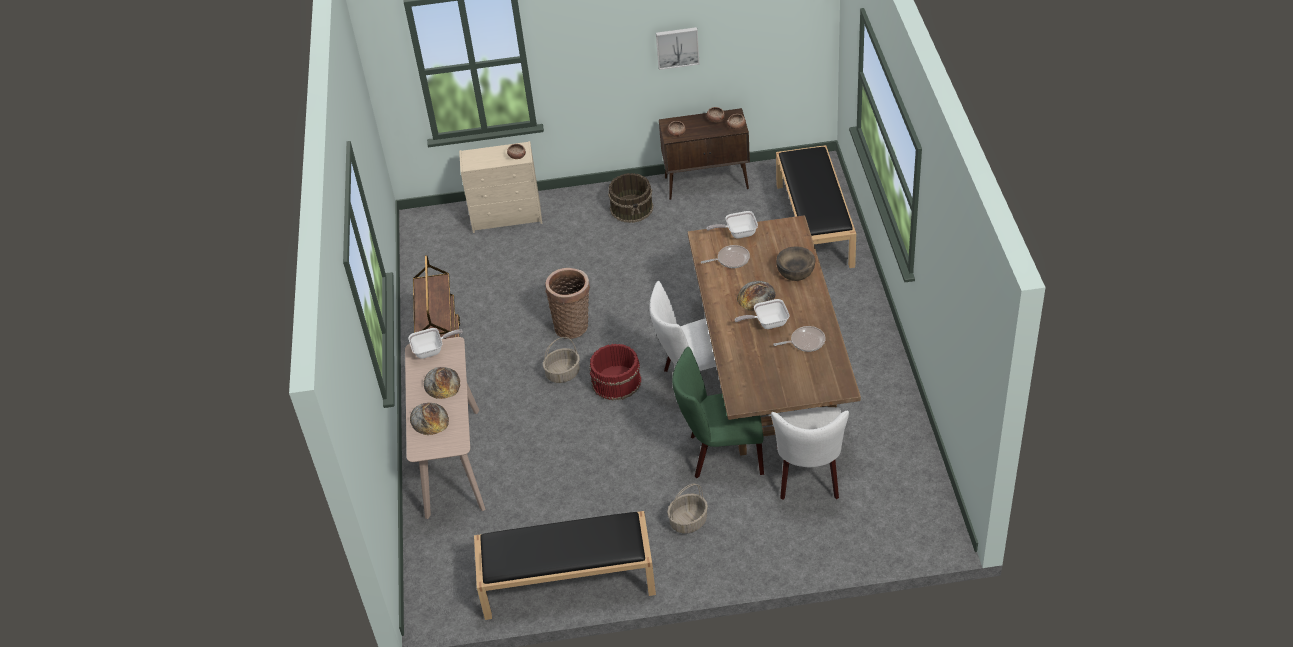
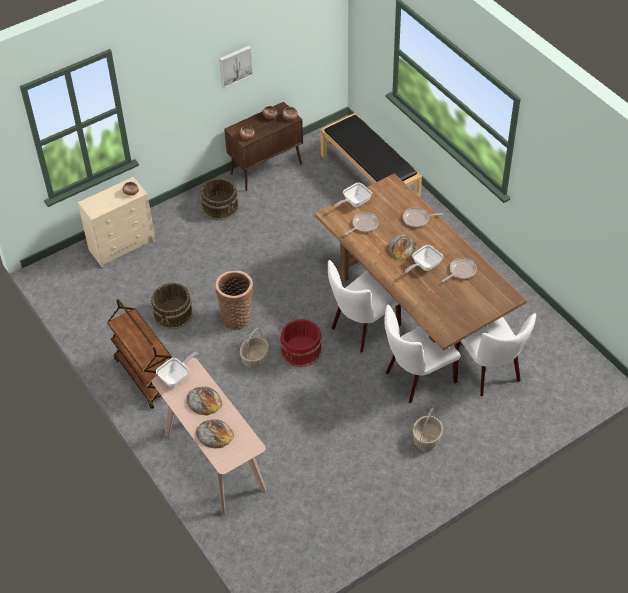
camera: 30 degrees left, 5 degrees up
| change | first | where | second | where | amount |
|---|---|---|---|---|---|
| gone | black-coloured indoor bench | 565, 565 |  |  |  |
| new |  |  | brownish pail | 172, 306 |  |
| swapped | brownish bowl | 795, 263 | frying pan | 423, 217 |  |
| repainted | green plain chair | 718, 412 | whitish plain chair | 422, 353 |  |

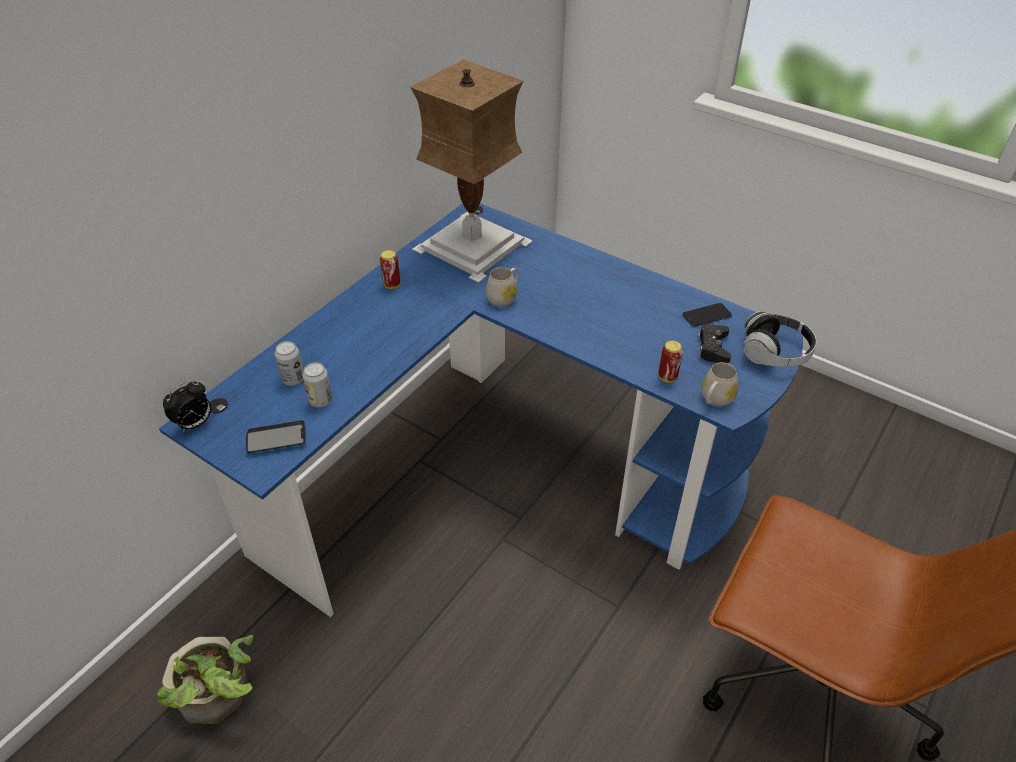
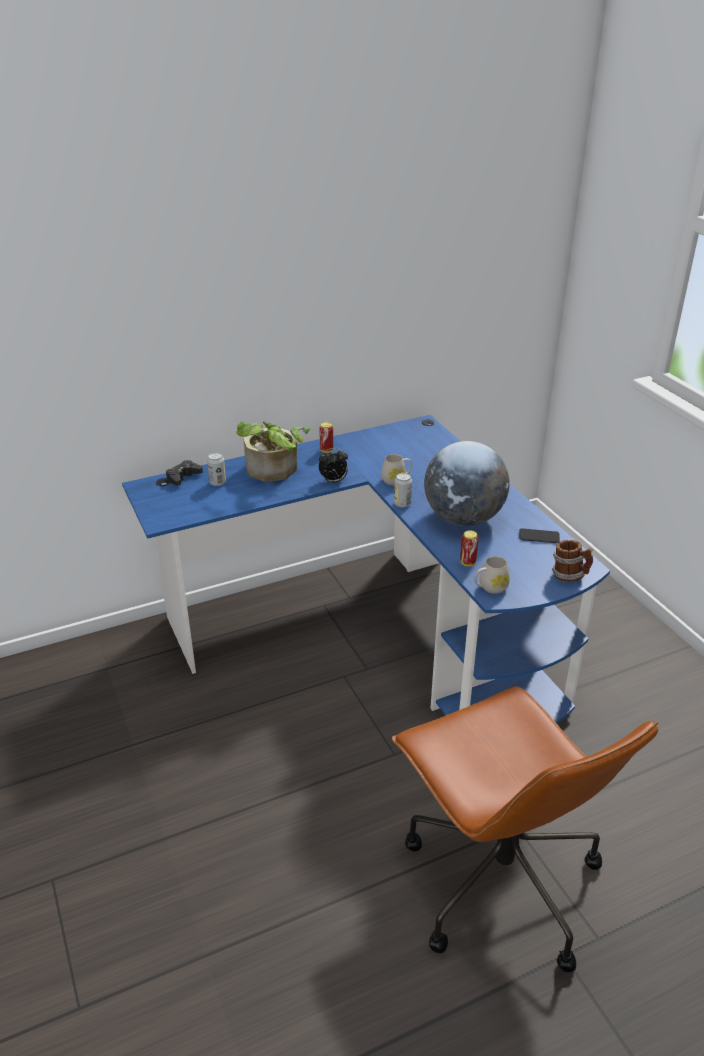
camera: 30 degrees right, 10 degrees down
| change | first | where | second | where | amount |
|---|---|---|---|---|---|
| gone | phone | 276, 436 |  |  |  |
| gone | table lamp | 471, 171 |  |  |  |
| new |  |  | globe | 467, 483 |  |
| shifted | potted plant | 205, 679 |  | 273, 451 |  |
| shifted | bedside clock | 187, 406 |  | 333, 465 |  |
| shifted | metal can | 317, 384 |  | 403, 490 |  |
| shifted | black-coloured joypad | 714, 343 |  | 184, 473 |  |
| swapped | headphones | 780, 339 | tea mug | 572, 561 |  |

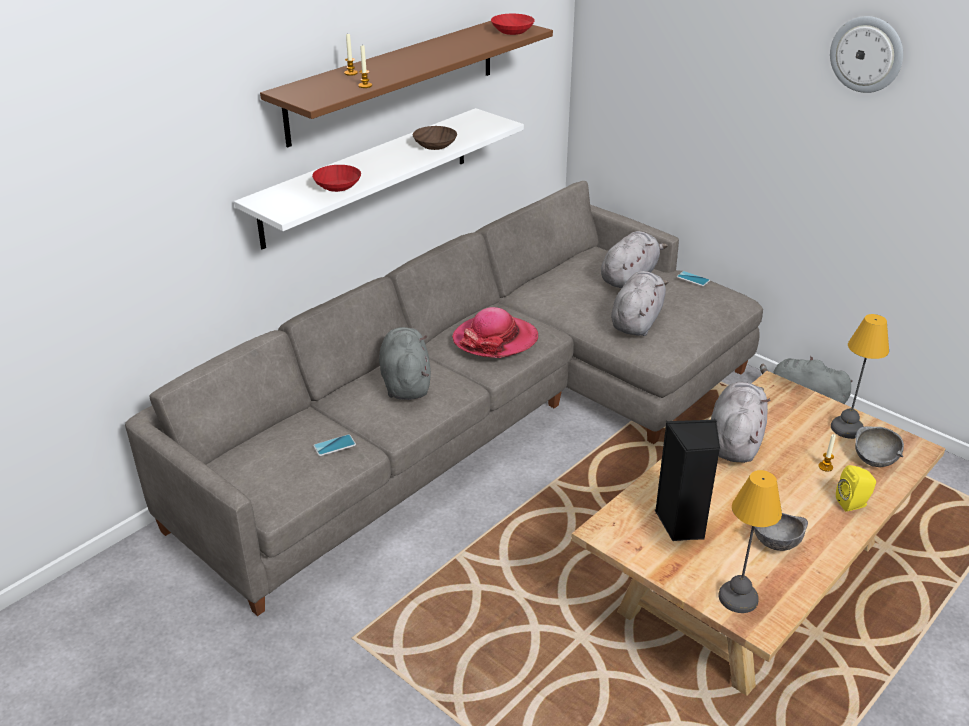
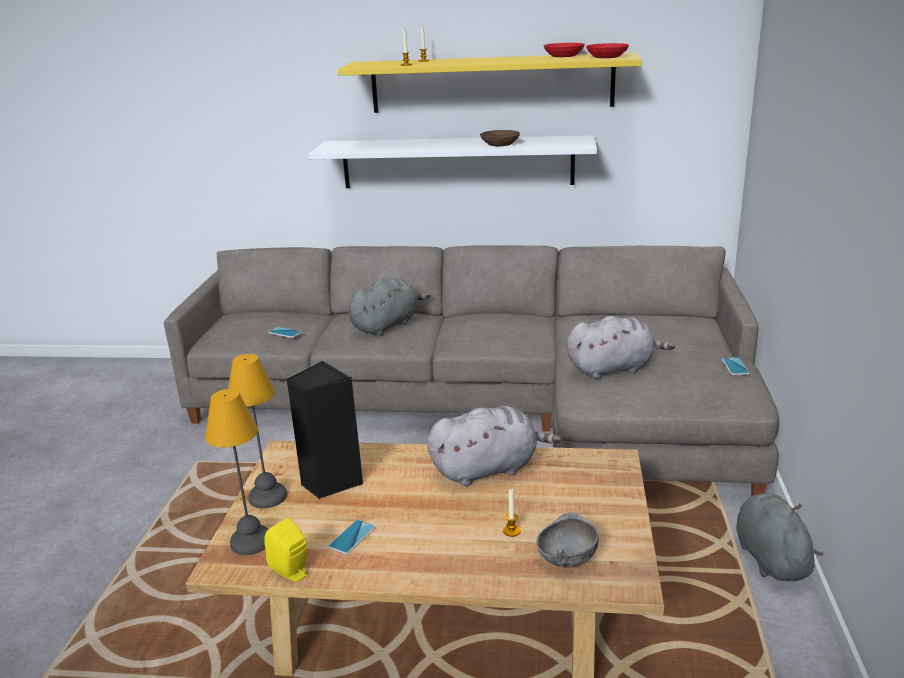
camera: 55 degrees right, 10 degrees down
| change | first | where | second | where | amount |
|---|---|---|---|---|---|
| gone | hat | 495, 332 |  |  |  |
| gone | grey soft toy | 634, 260 |  |  |  |
| gone | hanging clock | 866, 54 |  |  |  |
| shifted | red-coloured bowl | 336, 178 |  | 564, 50 |  |
| shifted | table lamp | 860, 376 |  | 257, 431 |  |
| shifted | yellow-coloured loudspeaker | 856, 488 |  | 286, 549 |  |
| swapped | grey bowl | 779, 532 | phone | 351, 537 |  |
| repainted | brownish bracket shelf | 406, 84 | yellow-coloured bracket shelf | 490, 83 |  |

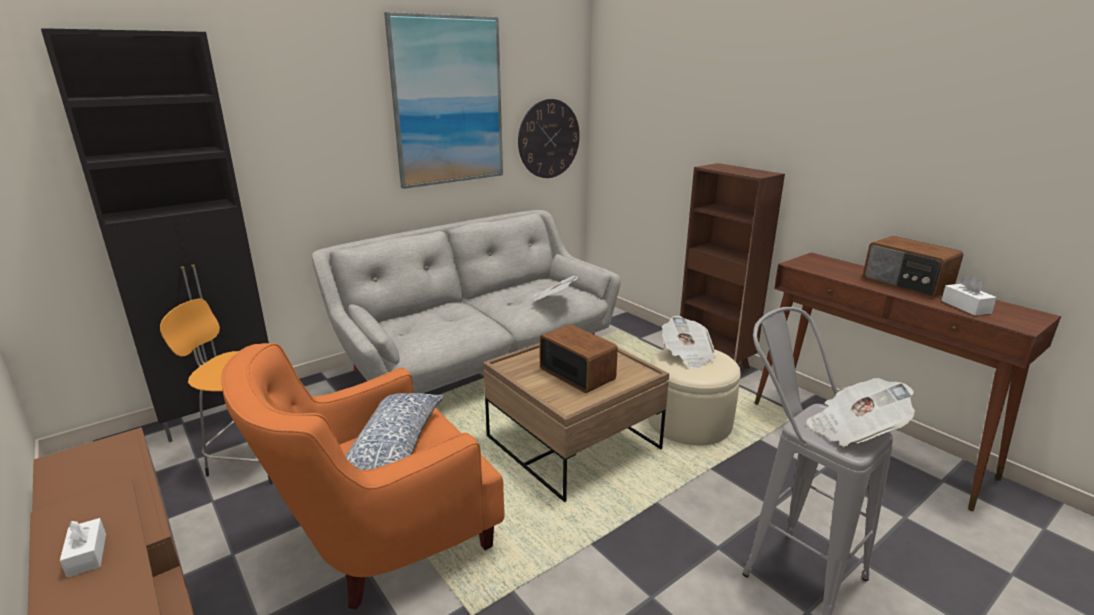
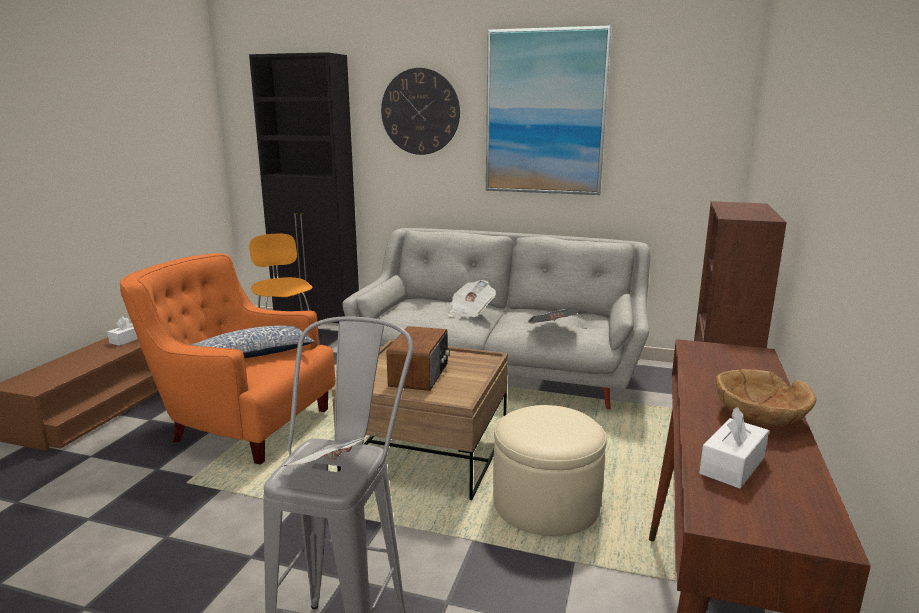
camera: 55 degrees right, 5 degrees down
| change | first | where | second | where | amount |
|---|---|---|---|---|---|
| shifted | hanging clock | 549, 138 |  | 420, 111 |  |
| shifted | printed paper | 689, 342 |  | 472, 299 |  |
| swapped | radio set | 913, 267 | brownish bowl | 766, 397 |  |

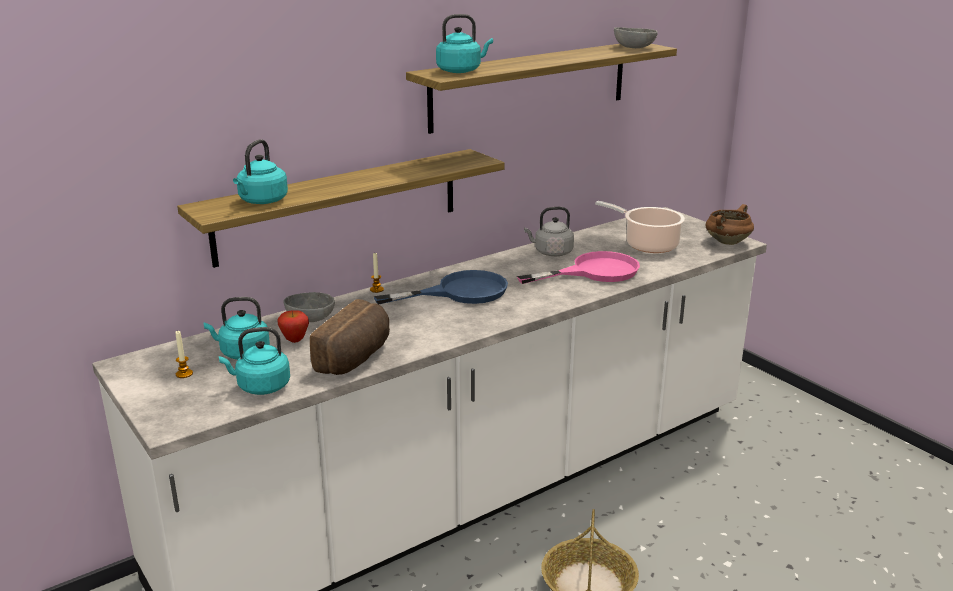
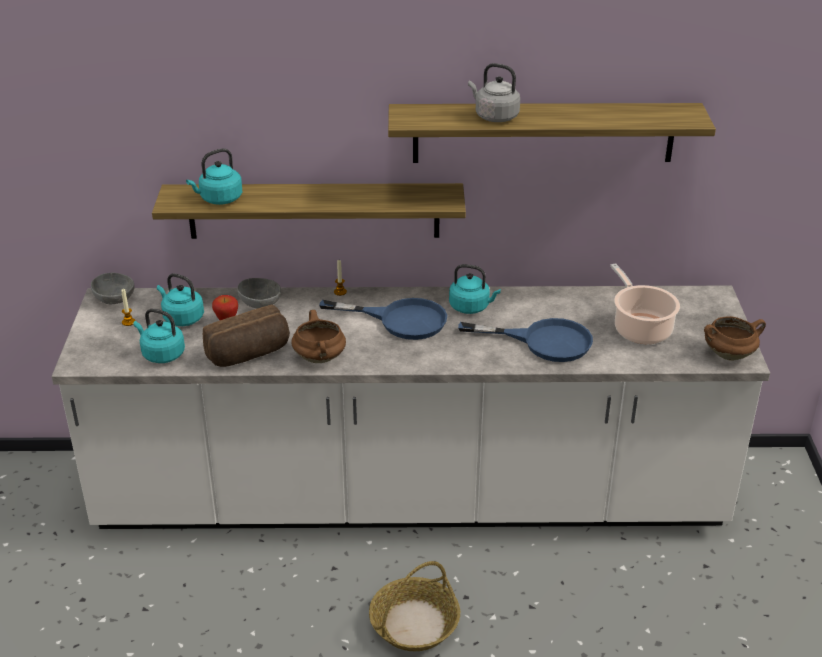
camera: 35 degrees right, 10 degrees up
| change | first | where | second | where | amount |
|---|---|---|---|---|---|
| new |  |  | brownish stockpot | 319, 336 |  |
| shifted | turquoise tea kettle | 464, 43 |  | 475, 289 |  |
| shifted | grey tea kettle | 549, 231 |  | 494, 92 |  |
| shifted | grey bowl | 636, 37 |  | 113, 289 |  |
| repainted | pinkish frying pan | 578, 267 | bluish frying pan | 525, 340 |  |

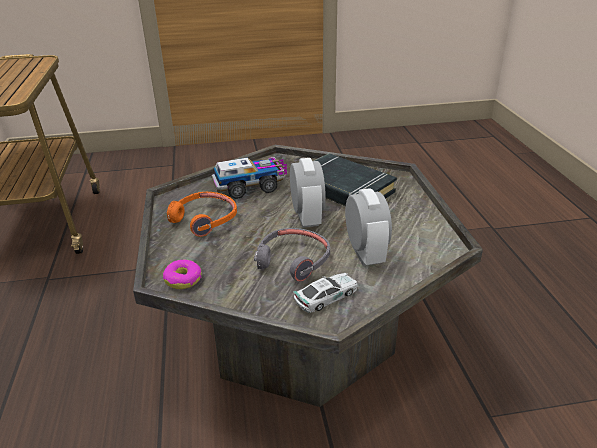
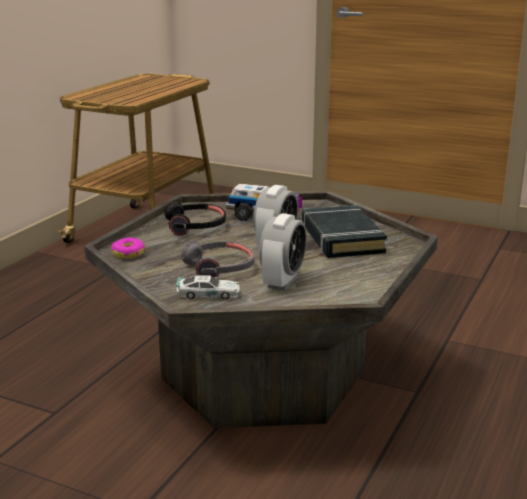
camera: 35 degrees right, 10 degrees down
| change | first | where | second | where | amount |
|---|---|---|---|---|---|
| repainted | orangey headphones | 202, 214 | black-coloured headphones | 195, 218 |  |

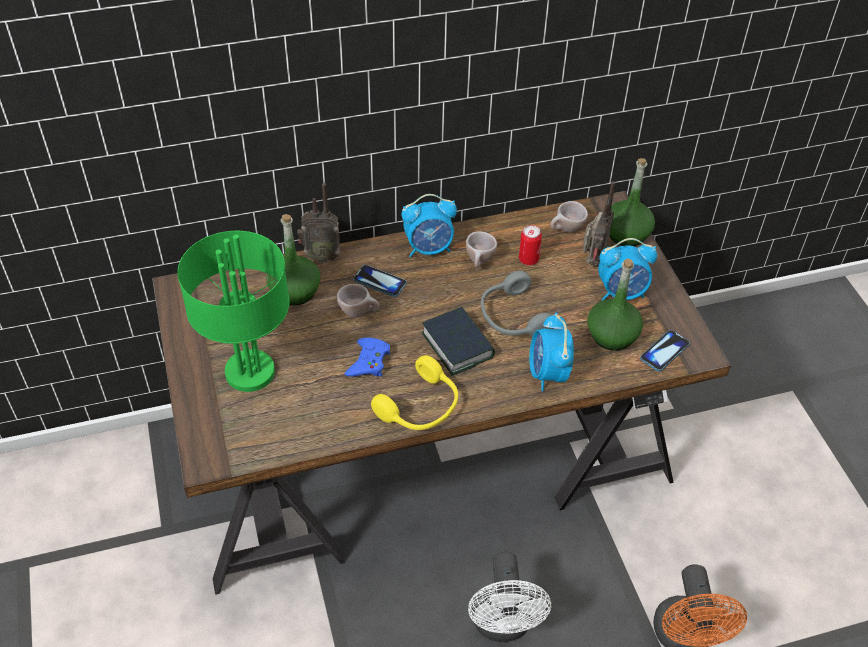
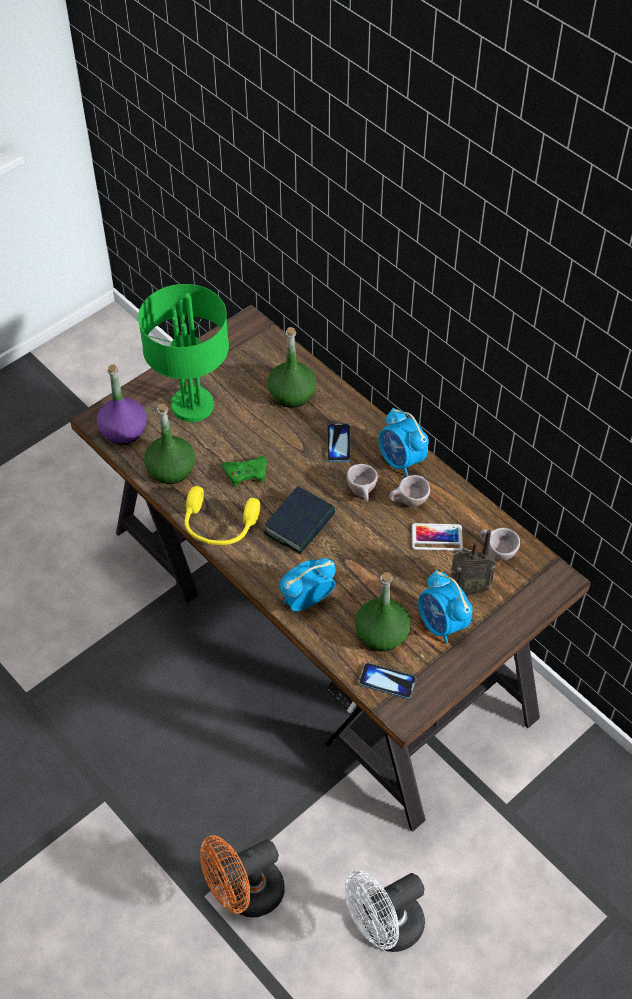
camera: 65 degrees right, 5 degrees up
| change | first | where | second | where | amount |
|---|---|---|---|---|---|
| gone | radio set | 319, 222 |  |  |  |
| gone | grey headphones | 517, 304 |  |  |  |
| new |  |  | purple drink bottle | 122, 405 |  |
| shifted | beige-coloured cup | 357, 300 |  | 362, 483 |  |
| shifted | whitish fan | 509, 597 |  | 385, 911 |  |
| shifted | green drink bottle | 632, 202 |  | 169, 444 |  |
| swapped | metal can | 530, 245 | phone | 437, 537 |  |
| repainted | bluish joypad | 367, 357 | green joypad | 244, 471 |  |

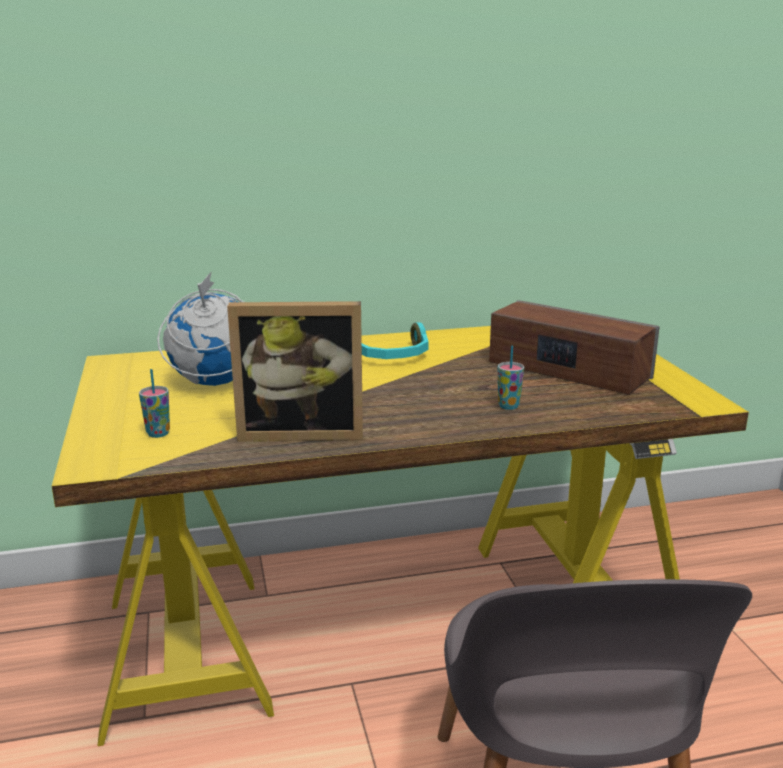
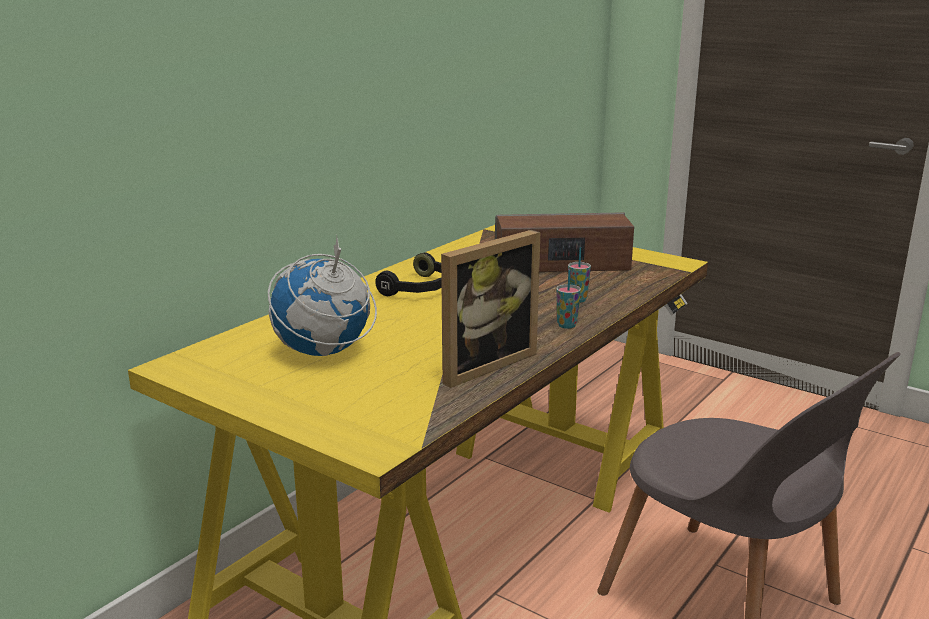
camera: 40 degrees left, 0 degrees up
| change | first | where | second | where | amount |
|---|---|---|---|---|---|
| shifted | cup | 154, 403 |  | 568, 299 |  |
| repainted | turquoise headphones | 395, 341 | black-coloured headphones | 408, 274 |  |

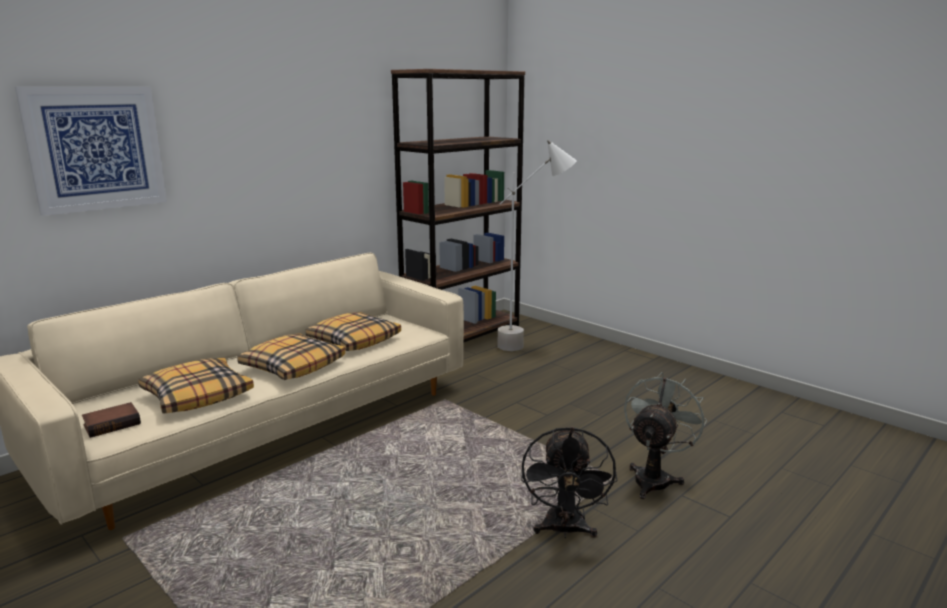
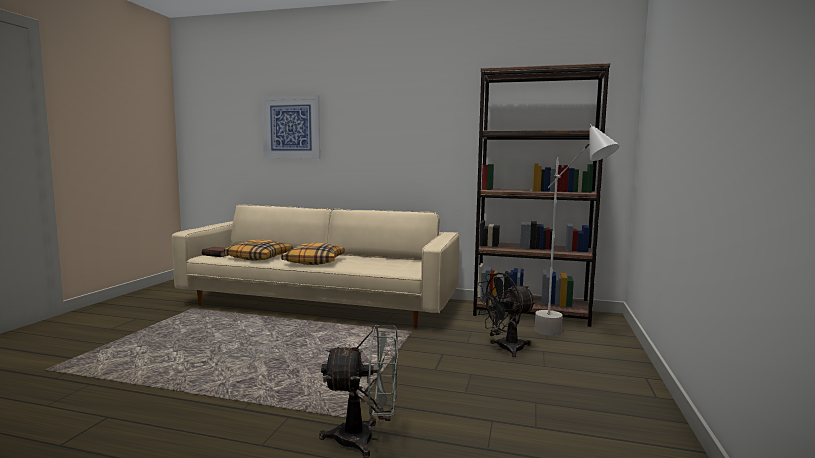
camera: 60 degrees right, 10 degrees down
| change | first | where | second | where | amount |
|---|---|---|---|---|---|
| gone | throw pillow | 353, 331 |  |  |  |
| shifted | black-coloured fan | 569, 482 |  | 505, 315 |  |

